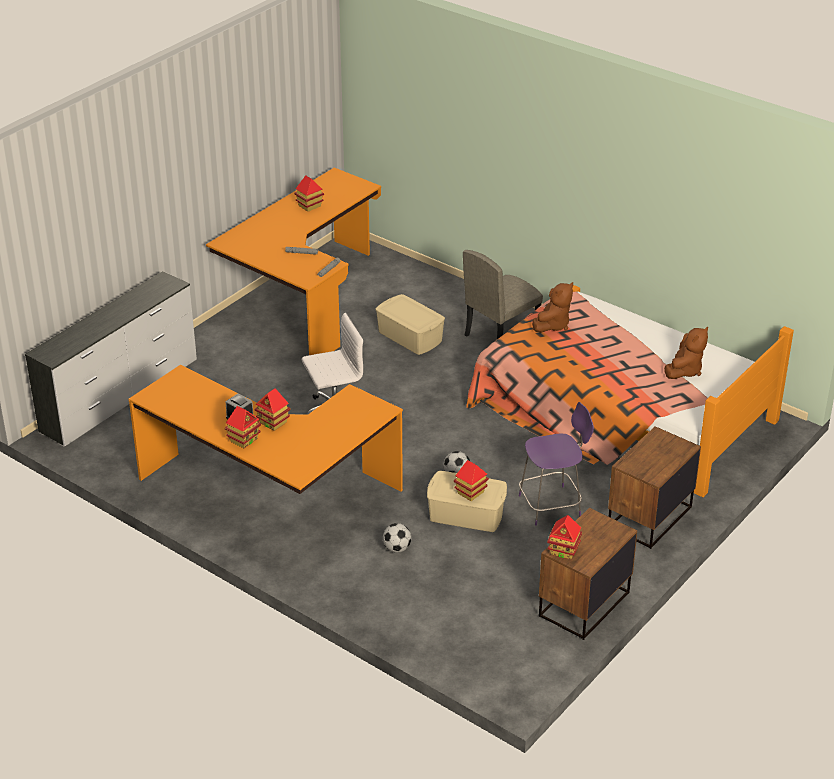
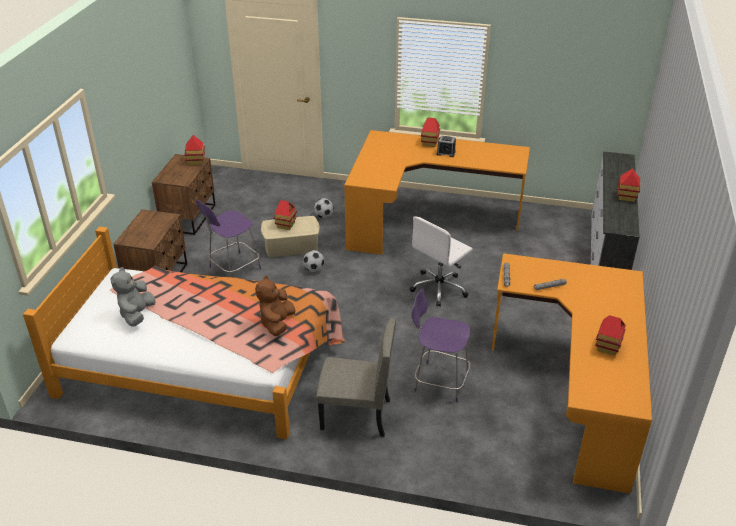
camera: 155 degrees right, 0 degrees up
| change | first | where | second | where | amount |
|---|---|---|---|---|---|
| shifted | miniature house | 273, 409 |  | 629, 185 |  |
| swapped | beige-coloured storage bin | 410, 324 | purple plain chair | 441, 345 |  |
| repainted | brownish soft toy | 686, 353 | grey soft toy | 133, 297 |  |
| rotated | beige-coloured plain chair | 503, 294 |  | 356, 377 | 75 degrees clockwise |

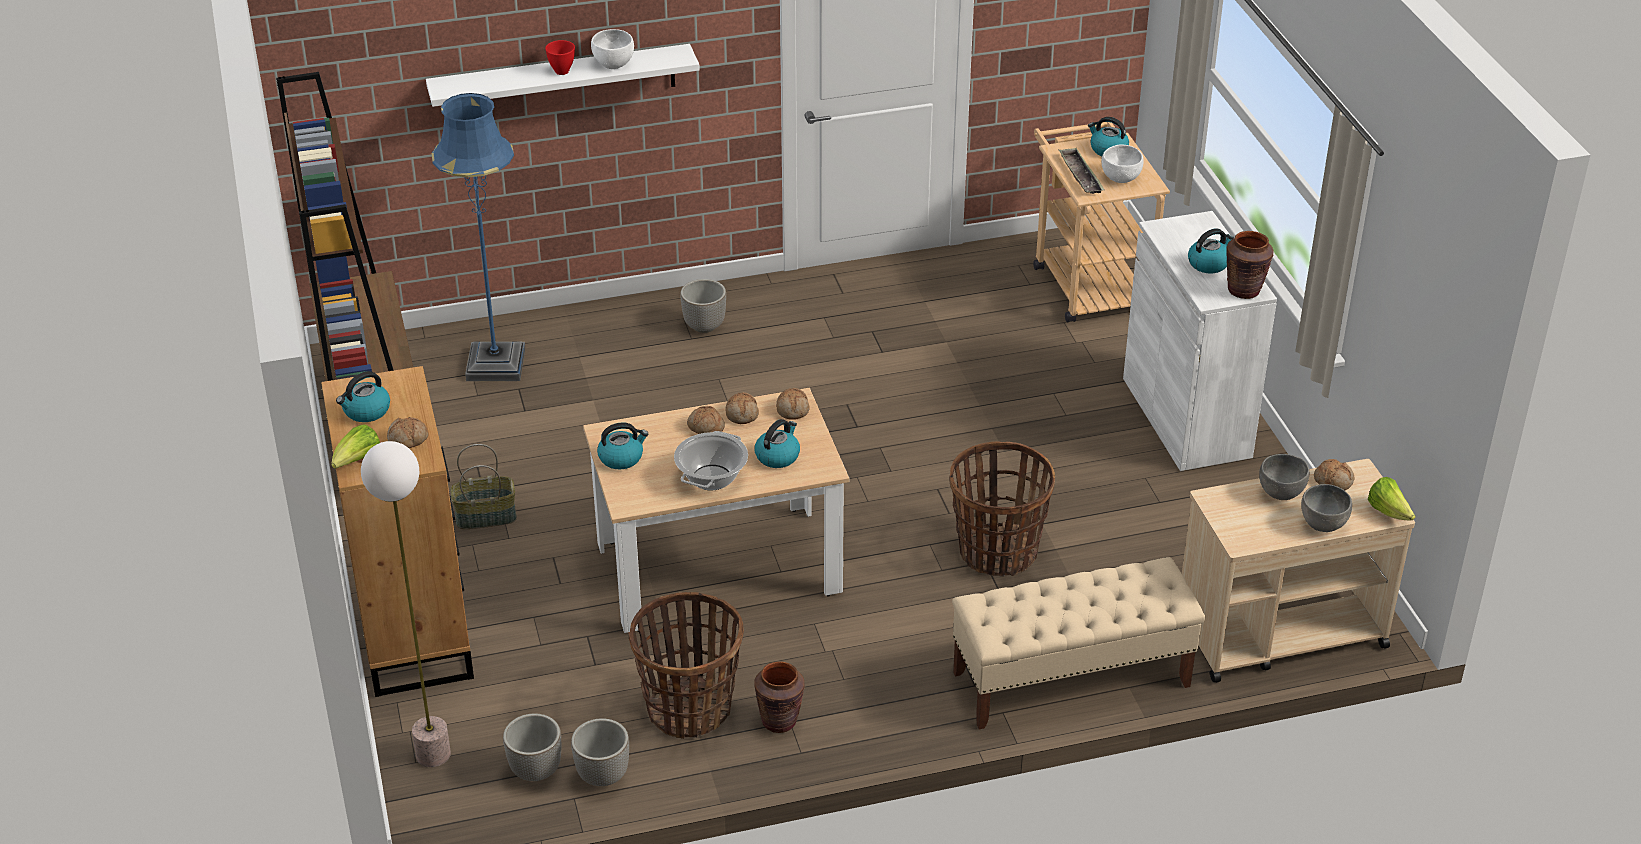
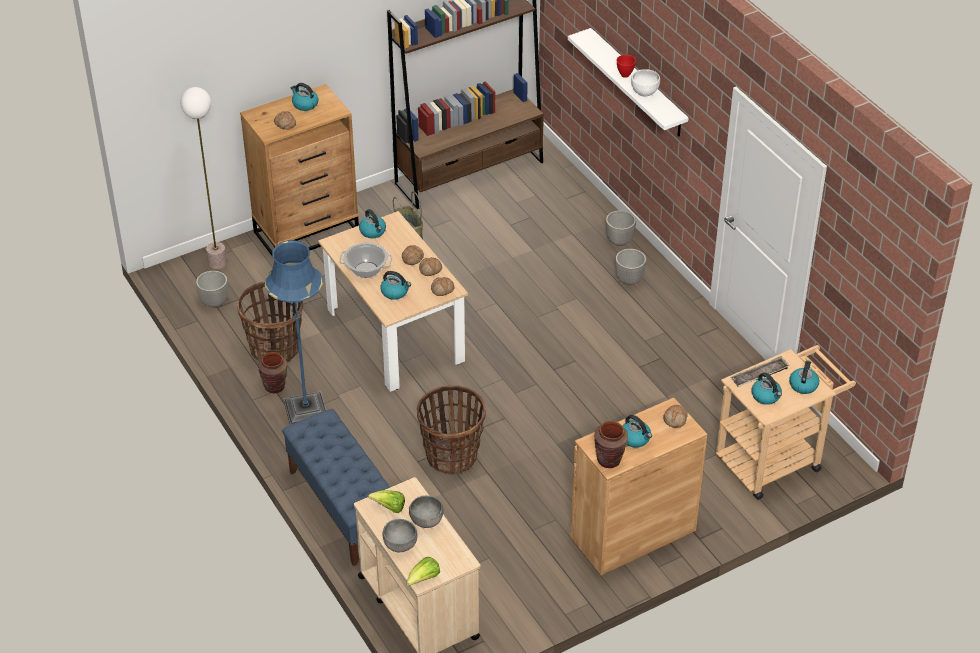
camera: 75 degrees right, 5 degrees up
| change | first | where | second | where | amount |
|---|---|---|---|---|---|
| shifted | head of lettuce | 355, 447 |  | 386, 501 |  |
| shifted | bluish standing lamp | 478, 237 |  | 295, 332 |  |
| shifted | plant pot | 600, 752 |  | 621, 228 |  |
| shifted | bread | 1334, 474 |  | 675, 416 |  |
| swapped | whitish bowl | 1122, 164 | tea kettle | 766, 389 |  |
| repainted | beige-coloured indoor bench | 1078, 643 | bluish indoor bench | 336, 487 |  |
| repainted | whitish cabinet | 1200, 341 | brownish cabinet | 638, 486 |  |

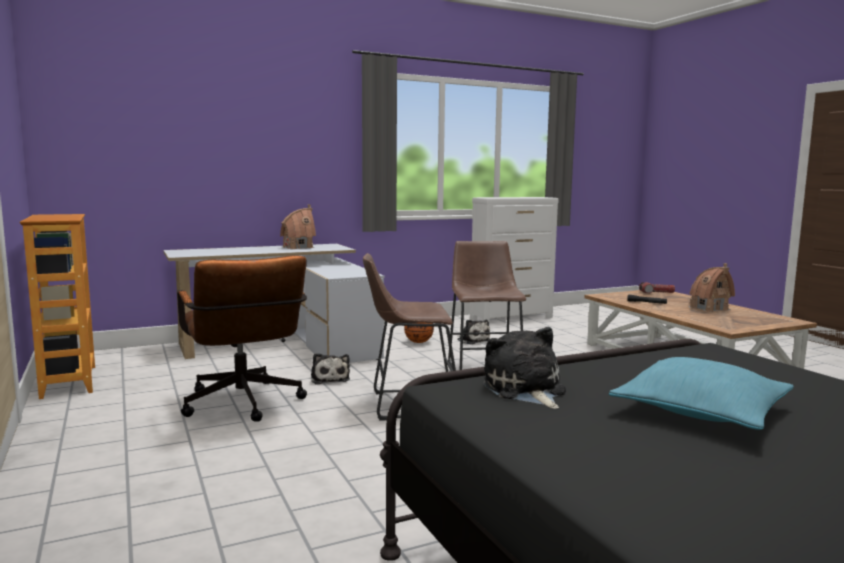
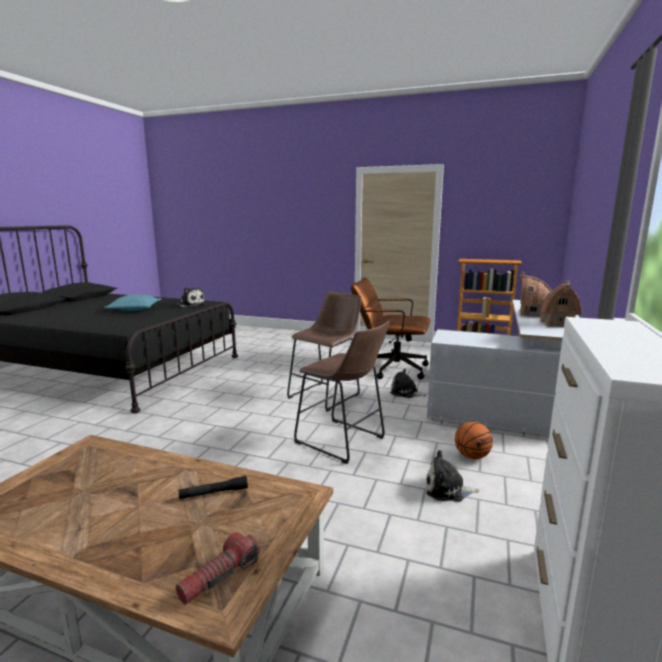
camera: 135 degrees right, 5 degrees up
| change | first | where | second | where | amount |
|---|---|---|---|---|---|
| shifted | miniature house | 712, 287 |  | 535, 294 |  |

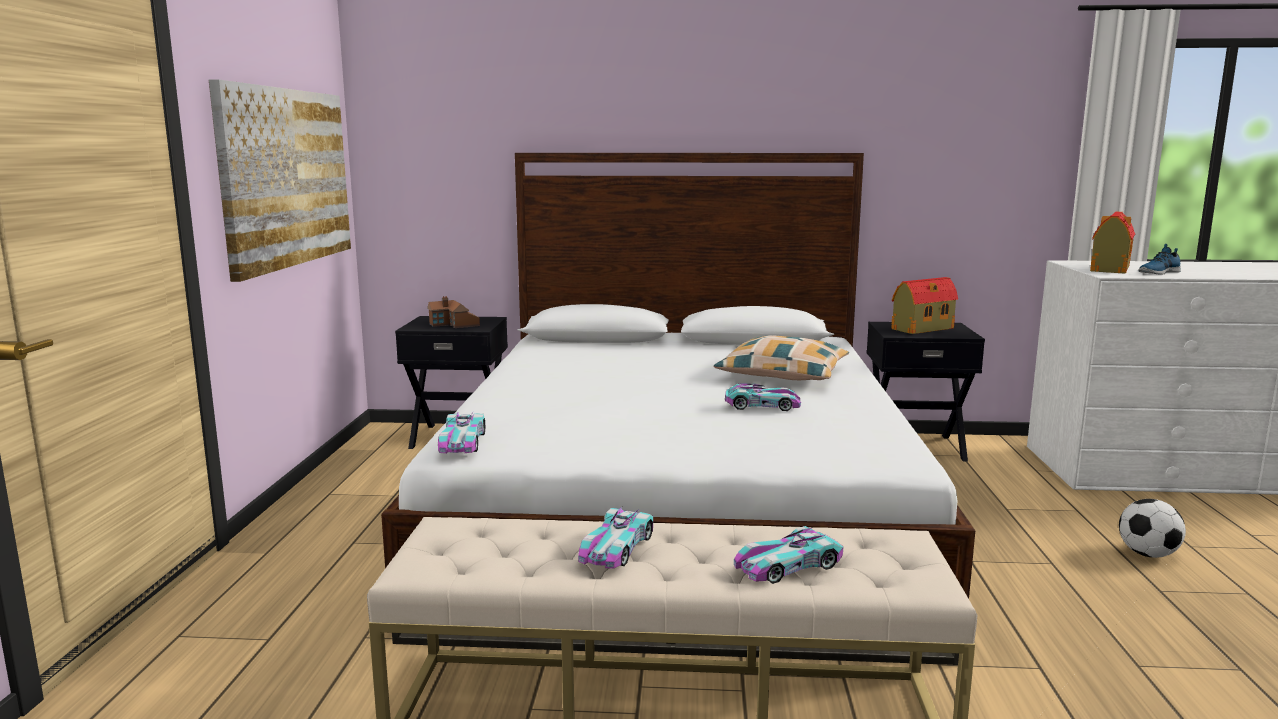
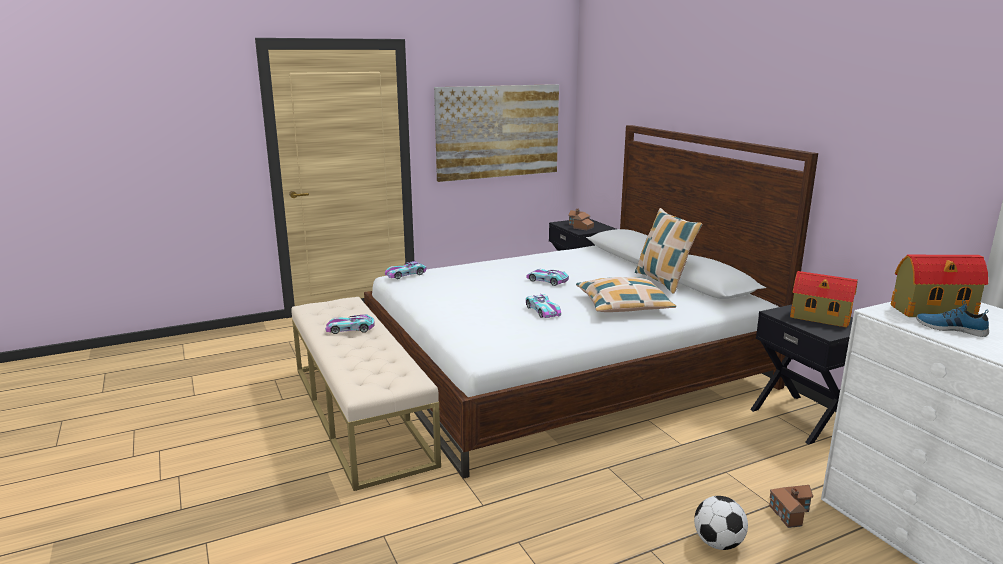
camera: 60 degrees right, 5 degrees up
| change | first | where | second | where | amount |
|---|---|---|---|---|---|
| new |  |  | throw pillow | 668, 251 |  |
| new |  |  | miniature house | 791, 506 |  |
| shifted | miniature car | 788, 555 |  | 547, 277 |  |

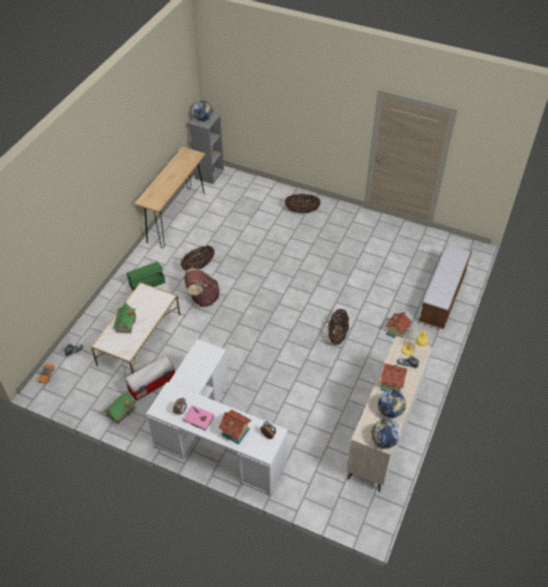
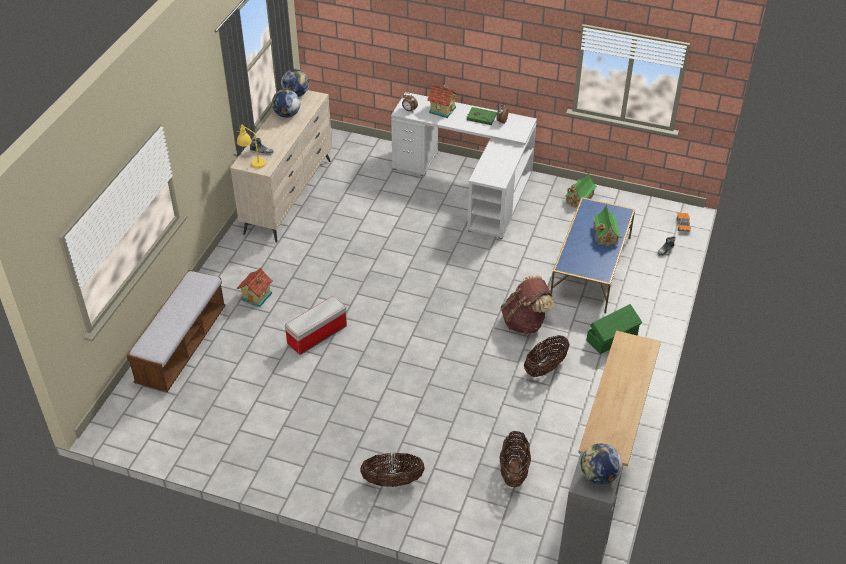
camera: 175 degrees right, 5 degrees down
| change | first | where | second | where | amount |
|---|---|---|---|---|---|
| gone | miniature house | 393, 378 |  |  |  |
| shifted | storage bin | 150, 378 |  | 316, 325 |  |
| shifted | storage basket | 338, 327 |  | 515, 459 |  |
| repainted | whitish low table | 135, 328 | bluish low table | 593, 255 |  |
| repainted | pinkish volume | 198, 418 | green volume | 482, 116 |  |

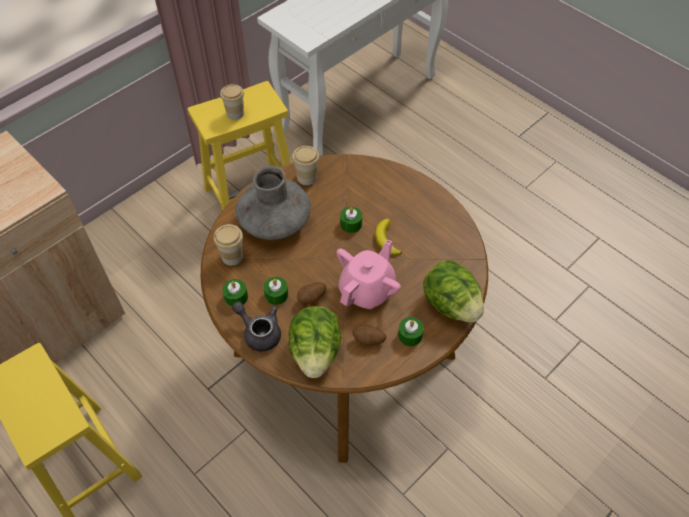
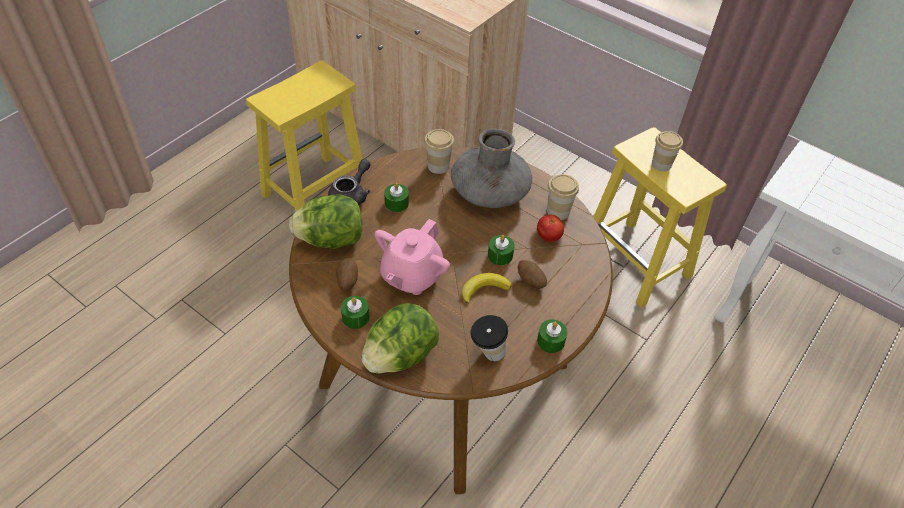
camera: 80 degrees right, 5 degrees down
| change | first | where | second | where | amount |
|---|---|---|---|---|---|
| new |  |  | cup | 489, 338 |  |
| new |  |  | whole tomato | 550, 228 |  |
| shifted | green wax light | 235, 293 |  | 552, 336 |  |
| shifted | potato | 311, 293 |  | 532, 274 |  |
| rotated | pinkish pot for tea | 369, 274 |  | 412, 257 | 90 degrees clockwise |

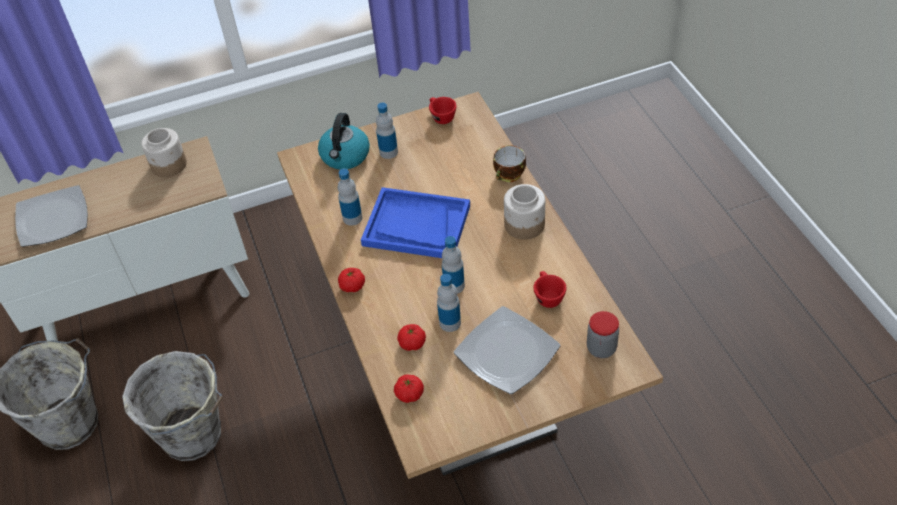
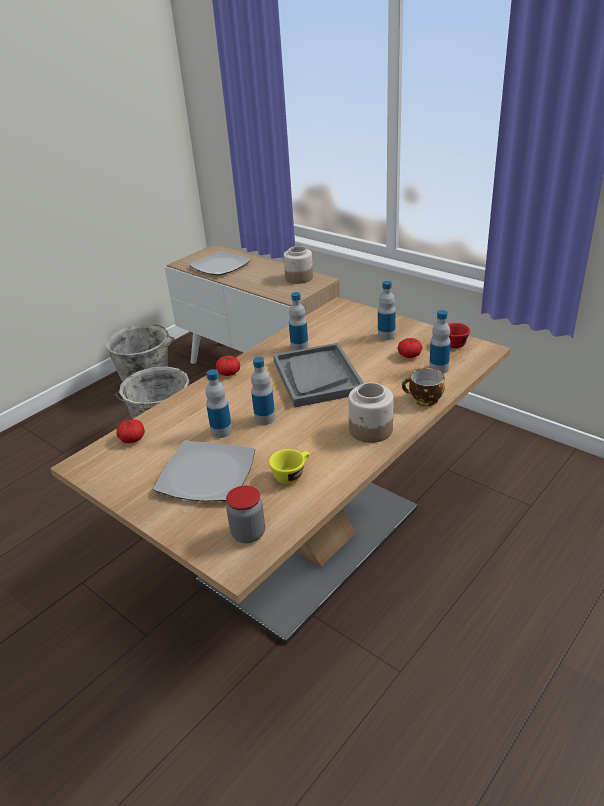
camera: 60 degrees right, 15 degrees down
| change | first | where | second | where | amount |
|---|---|---|---|---|---|
| gone | tea kettle | 344, 141 |  |  |  |
| new |  |  | drink bottle | 440, 342 |  |
| shifted | whole tomato | 411, 337 |  | 410, 348 |  |
| repainted | bluish serving tray | 415, 222 | grey serving tray | 318, 375 |  |
| repainted | red-coloured cup | 550, 289 | yellow-coloured cup | 289, 466 |  |

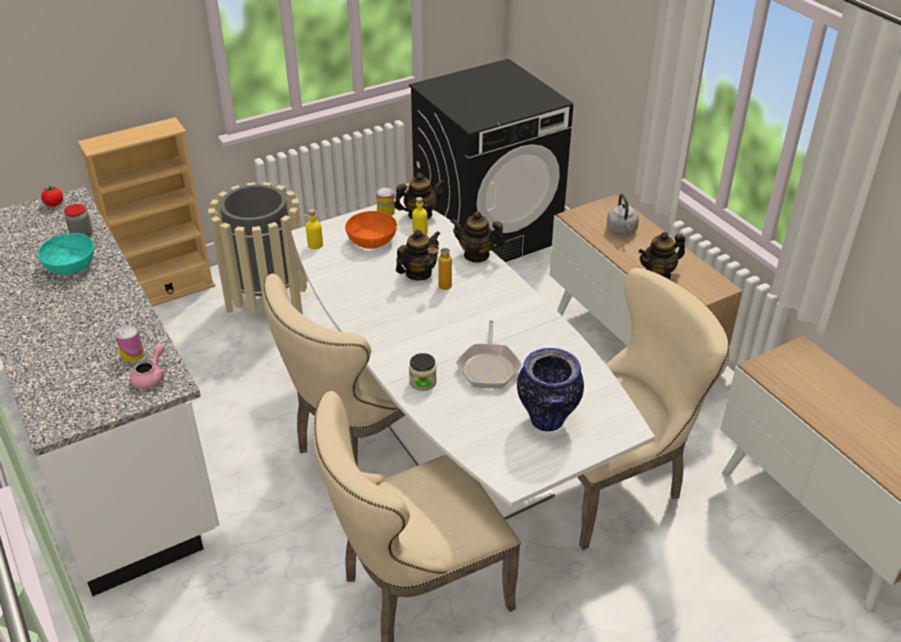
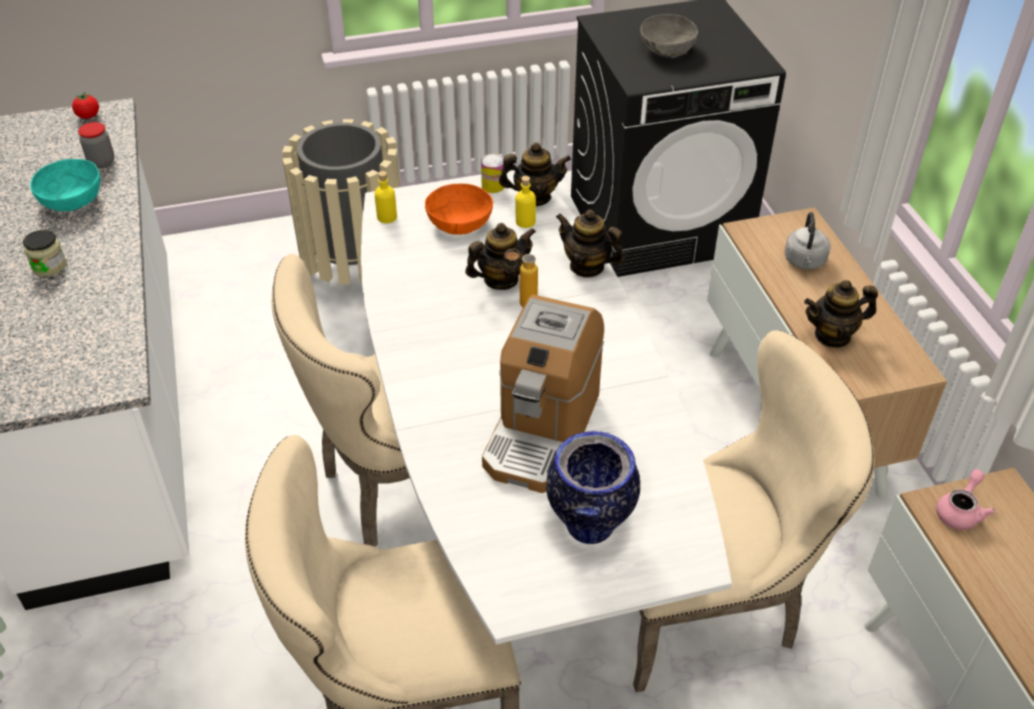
camera: 15 degrees right, 5 degrees up
| change | first | where | second | where | amount |
|---|---|---|---|---|---|
| gone | beige-coloured bookshelf | 146, 211 |  |  |  |
| gone | metal can | 129, 343 |  |  |  |
| new |  |  | grey bowl | 669, 35 |  |
| shifted | pinkish pot for tea | 148, 366 |  | 965, 499 |  |
| shifted | storage jar | 423, 372 |  | 44, 253 |  |
| swapped | frying pan | 489, 354 | coffee maker | 543, 394 |  |

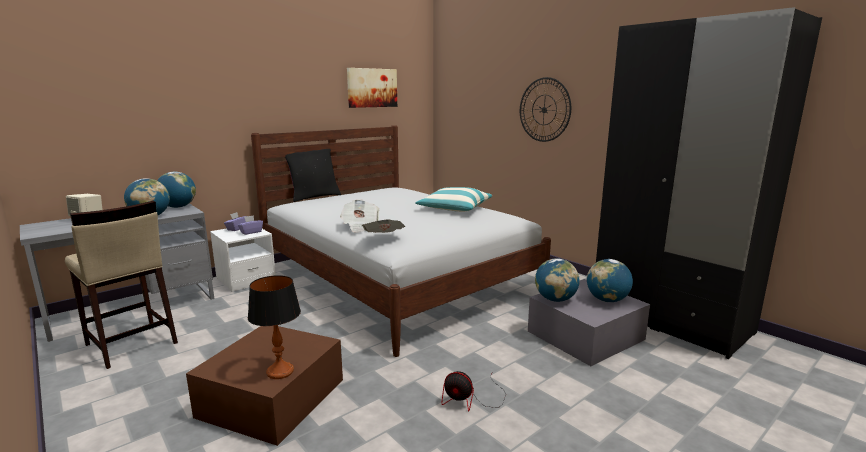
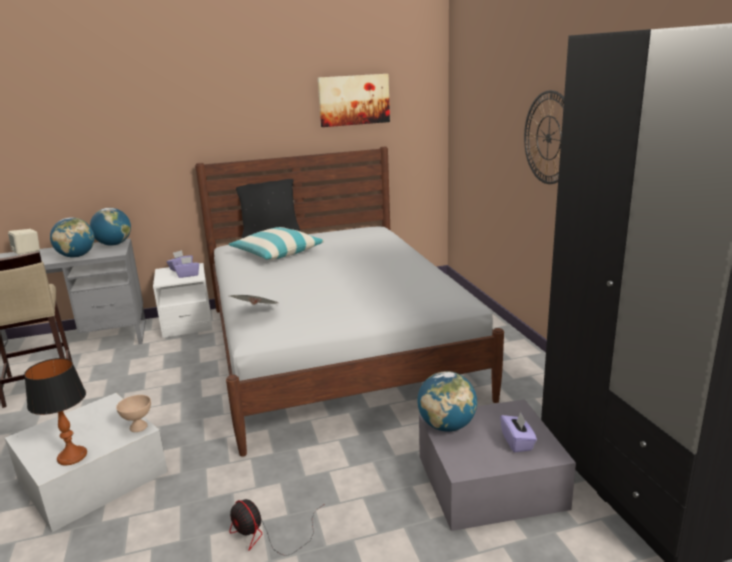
camera: 25 degrees right, 5 degrees up
| change | first | where | second | where | amount |
|---|---|---|---|---|---|
| gone | printed paper | 360, 216 |  |  |  |
| new |  |  | beige-coloured bowl | 133, 413 |  |
| shifted | throw pillow | 453, 199 |  | 276, 243 |  |
| swapped | globe | 610, 280 | purple tissue box | 518, 432 |  |
| repainted | brownish storage bin | 264, 386 | whitish storage bin | 86, 462 |  |

